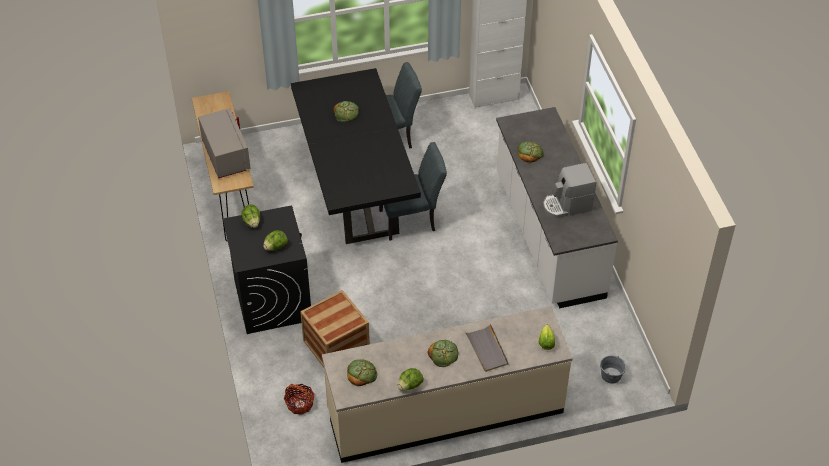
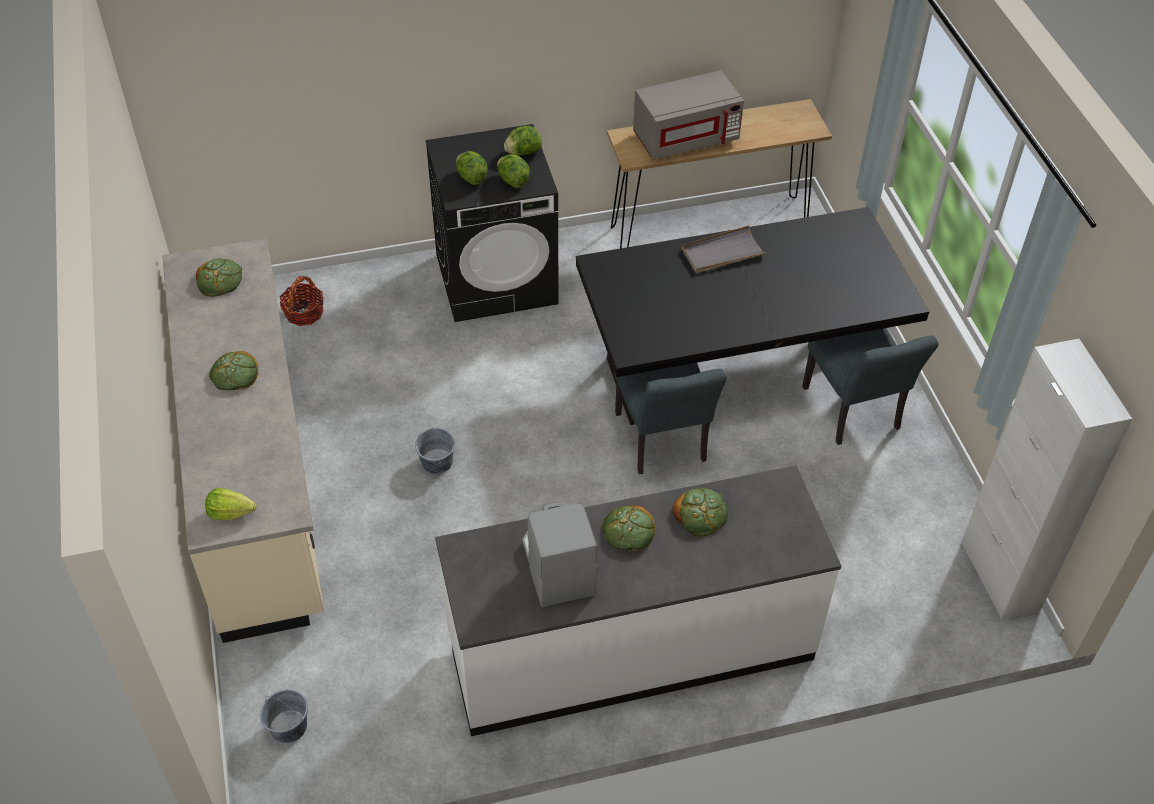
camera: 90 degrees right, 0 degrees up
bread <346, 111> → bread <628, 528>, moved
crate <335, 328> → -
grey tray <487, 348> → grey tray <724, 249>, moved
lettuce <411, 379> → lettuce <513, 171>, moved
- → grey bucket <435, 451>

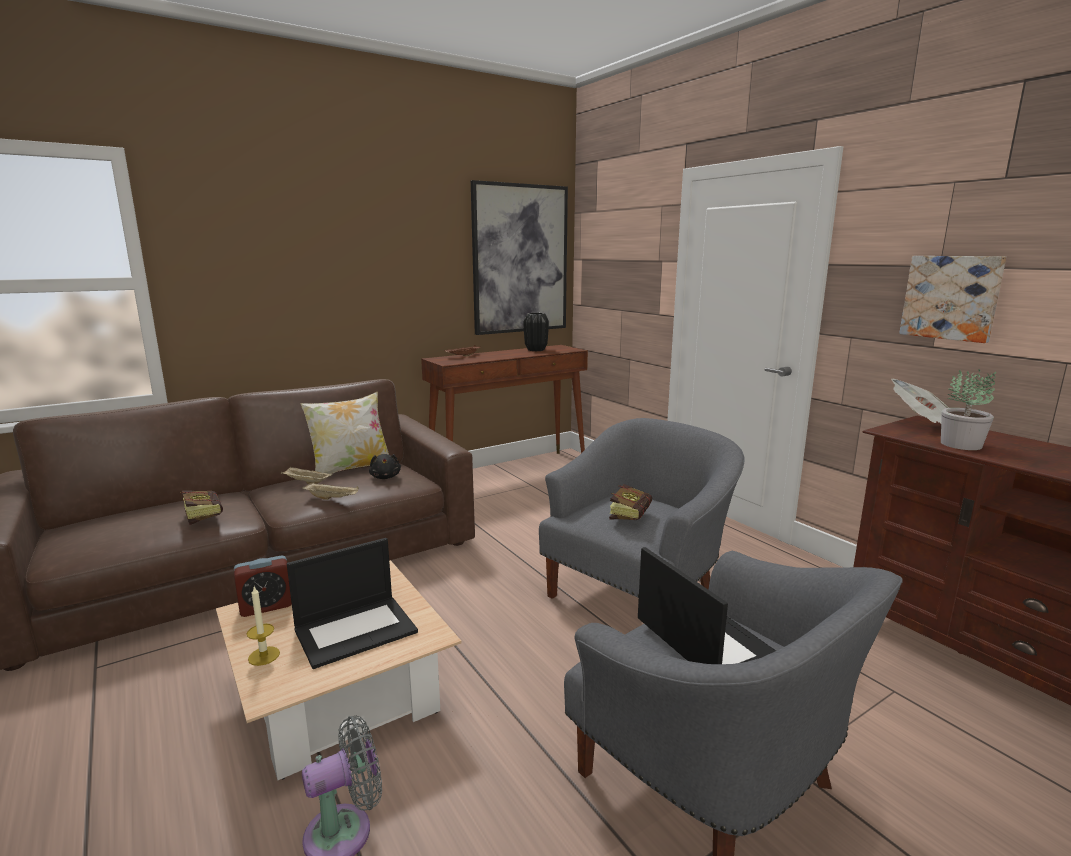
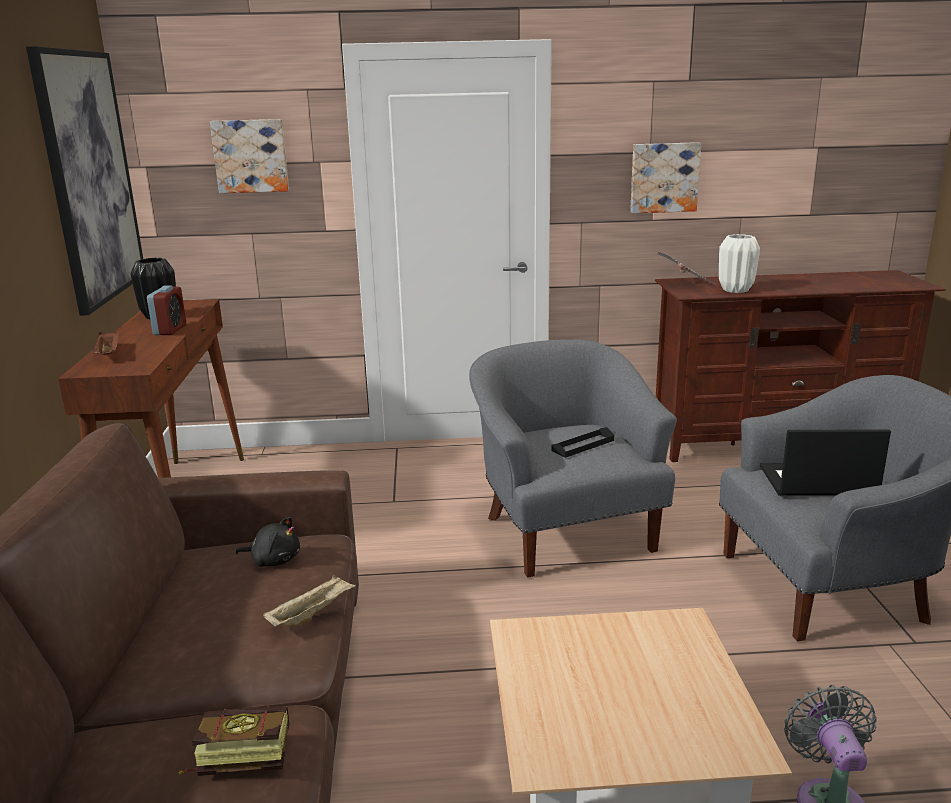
camera: 60 degrees left, 5 degrees up
potted plant <968, 409> → white vase <739, 263>
pillow <344, 433> → -
beige tray <307, 475> → -
book <630, 502> → black tray <582, 442>
laptop <352, 603> → -
alarm clock <263, 586> → alarm clock <166, 310>, moved
candle <263, 626> → -
- → picture <249, 156>

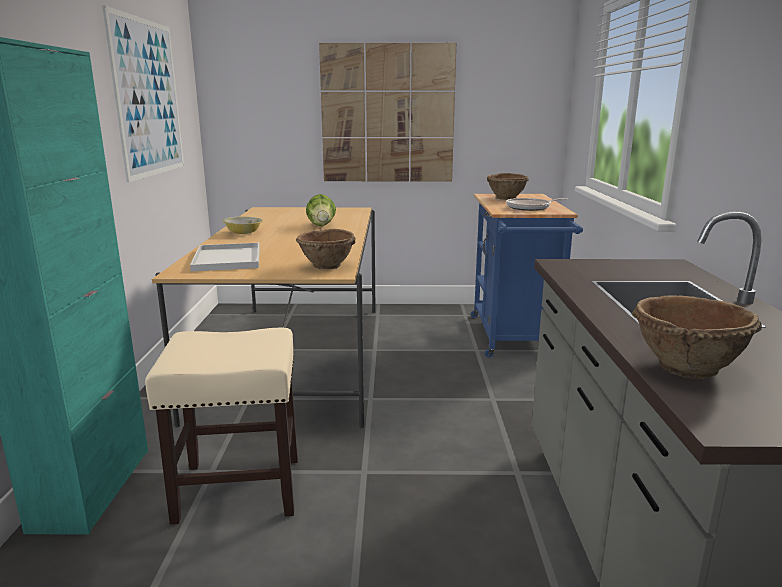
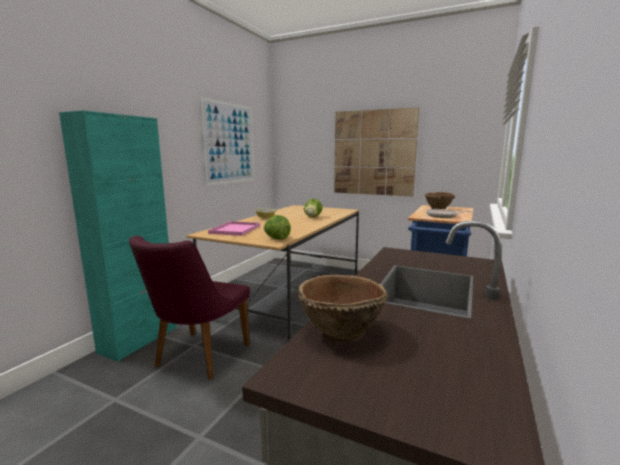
camera: 25 degrees right, 5 degrees down
brown bowl <326, 249> → lettuce <277, 227>
white tray <225, 257> → pink tray <234, 228>
beige stool <221, 426> → purple chair <189, 308>

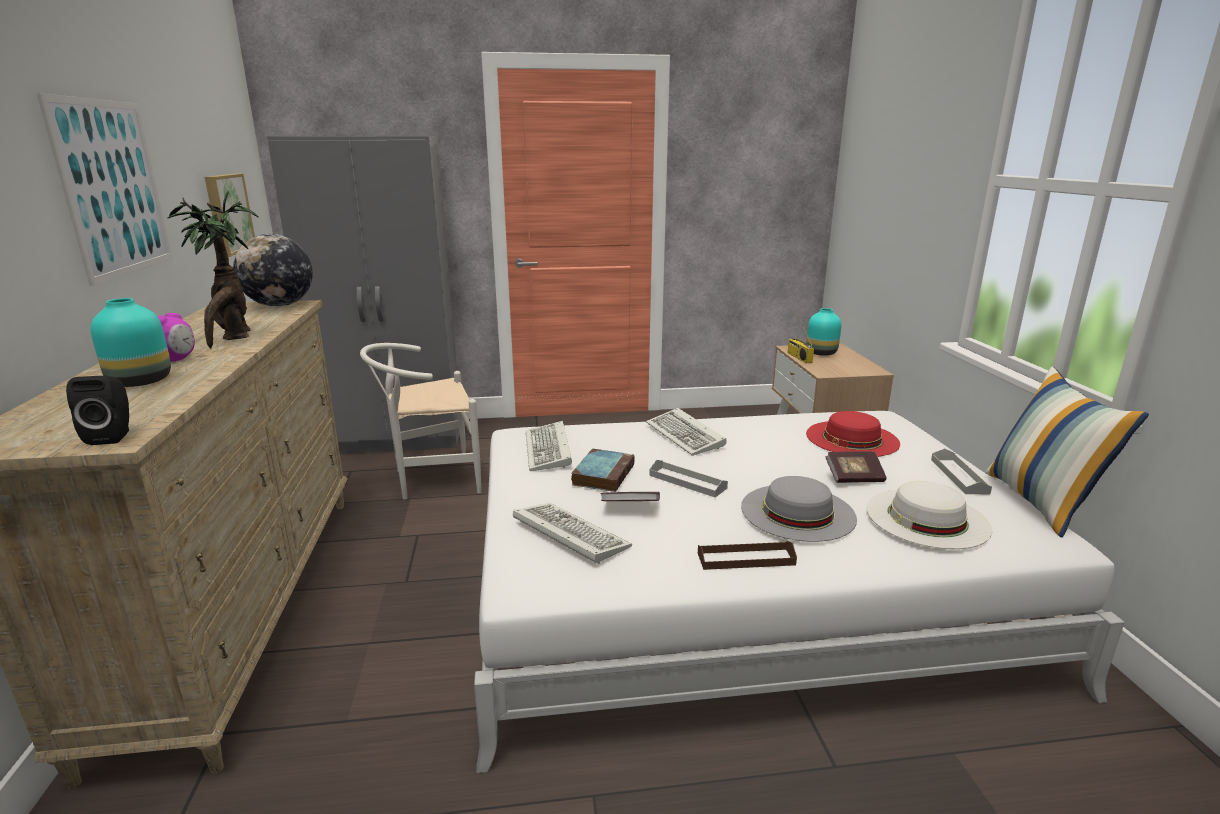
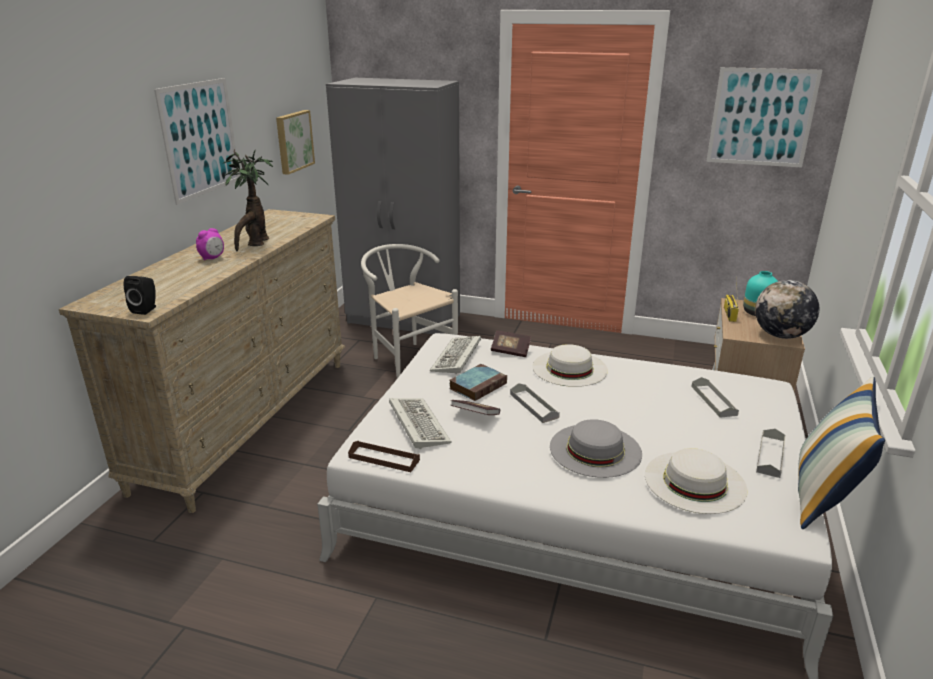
camera: 25 degrees right, 5 degrees up
globe <273, 270> → globe <787, 309>, moved
turquoise vase <130, 342> → -
white chair <420, 421> → white chair <409, 311>, 45 degrees clockwise
keyboard <686, 432> → white hat <570, 365>
red hat <853, 434> → grey tray <715, 397>
book <856, 467> → book <511, 344>, moved
brown tray <747, 555> → brown tray <384, 456>, moved
- → picture <764, 117>

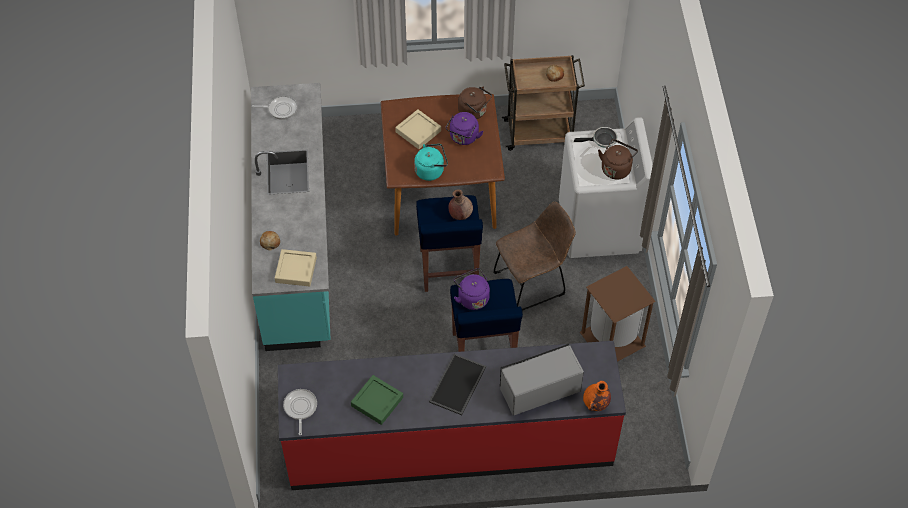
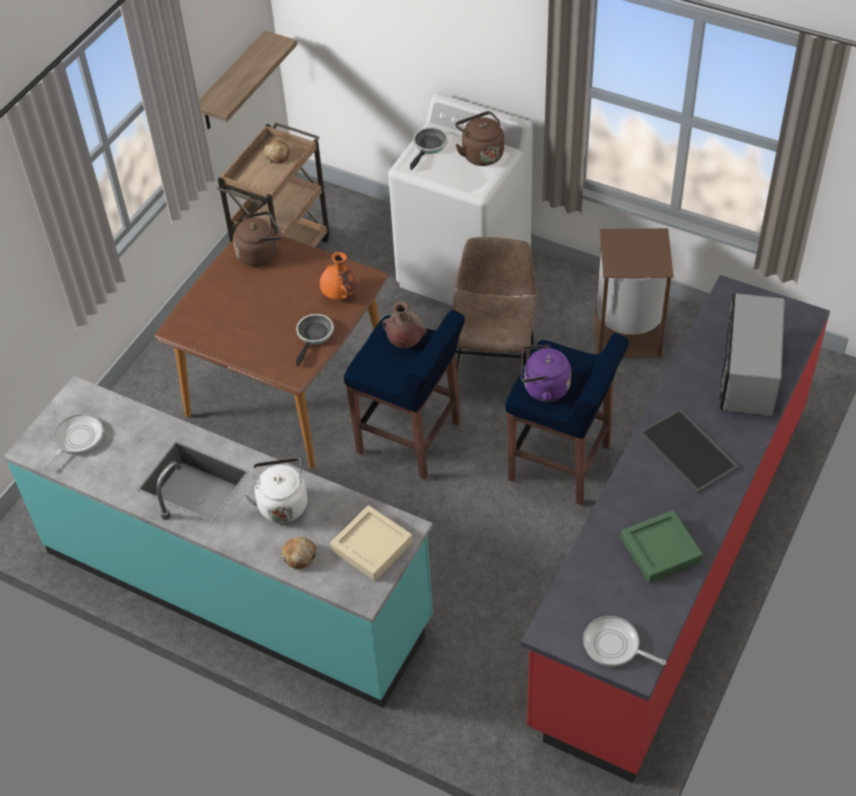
camera: 55 degrees left, 5 degrees down
beige tray <418, 129> → -
purple kettle <465, 128> → -
turquoise kettle <431, 162> → frying pan <315, 340>
orange vase <597, 396> → orange vase <338, 276>, moved
- → shelf <248, 80>
- → white kettle <275, 490>

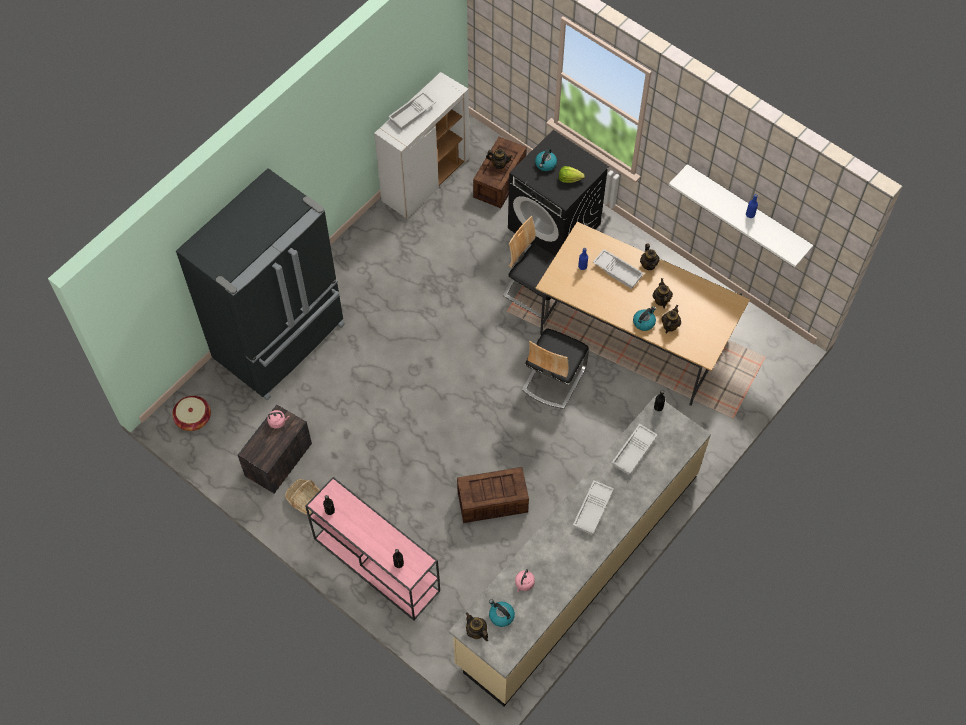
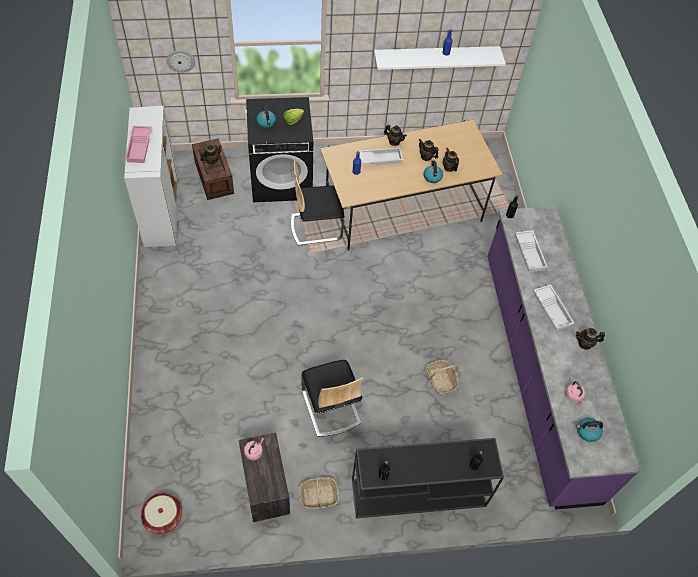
camera: 50 degrees left, 5 degrees down
white tray <412, 111> → pink tray <138, 144>
black fridge <260, 284> → -
chair <555, 369> → chair <332, 398>, moved
beige counter <580, 550> → purple counter <564, 358>
crate <493, 495> → basket <442, 377>
pink console table <372, 549> → black console table <428, 478>
teapot <477, 626> → teapot <590, 339>, moved
- → wall clock <180, 61>

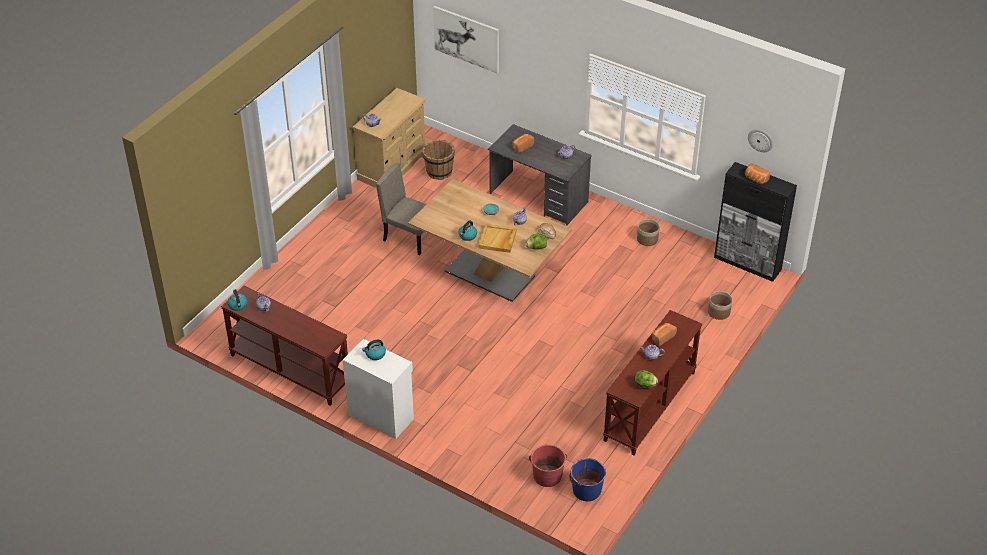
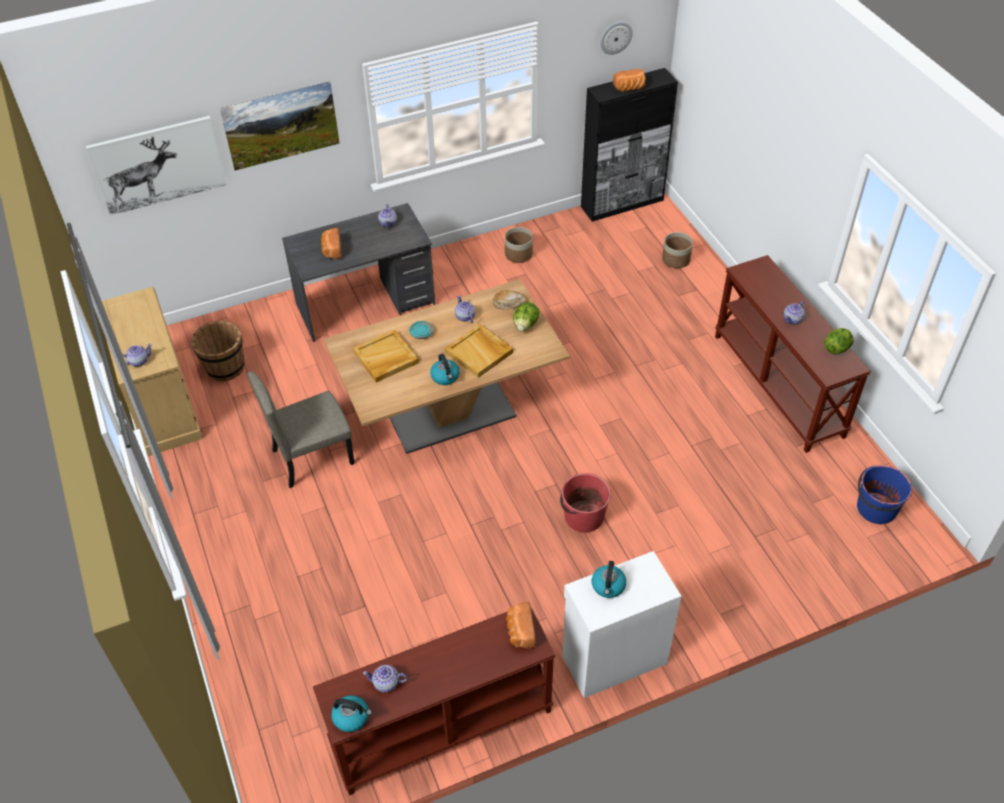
camera: 55 degrees left, 5 degrees up
bread <664, 334> → bread <521, 625>, moved
red bucket <548, 465> → red bucket <585, 502>, moved
- → picture <280, 126>
- → beige tray <386, 356>

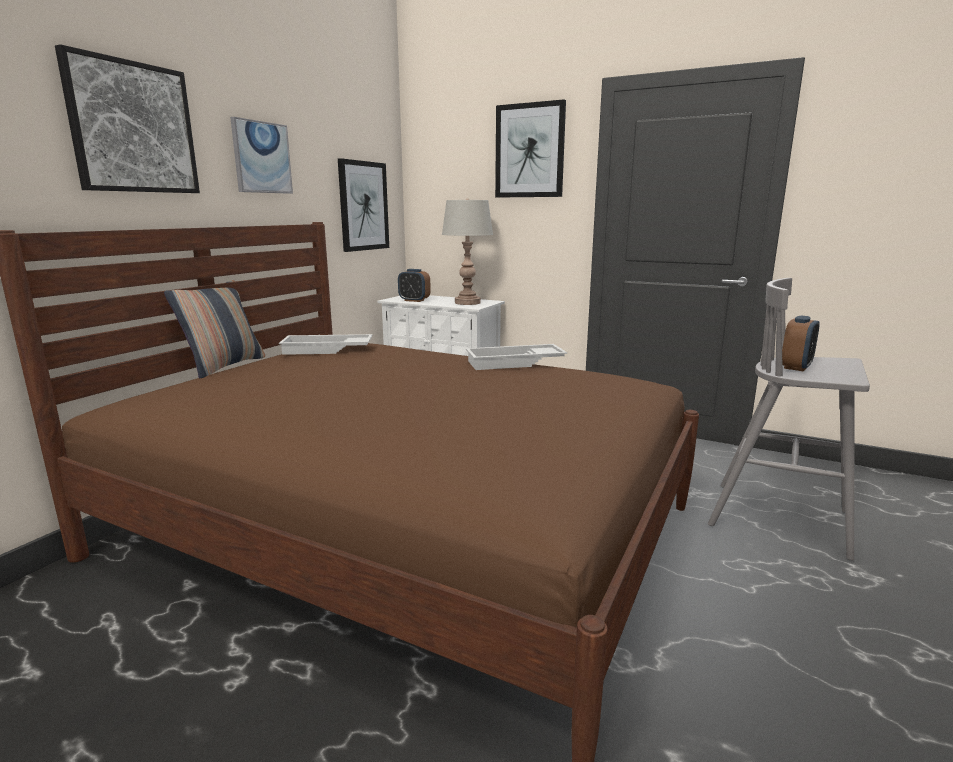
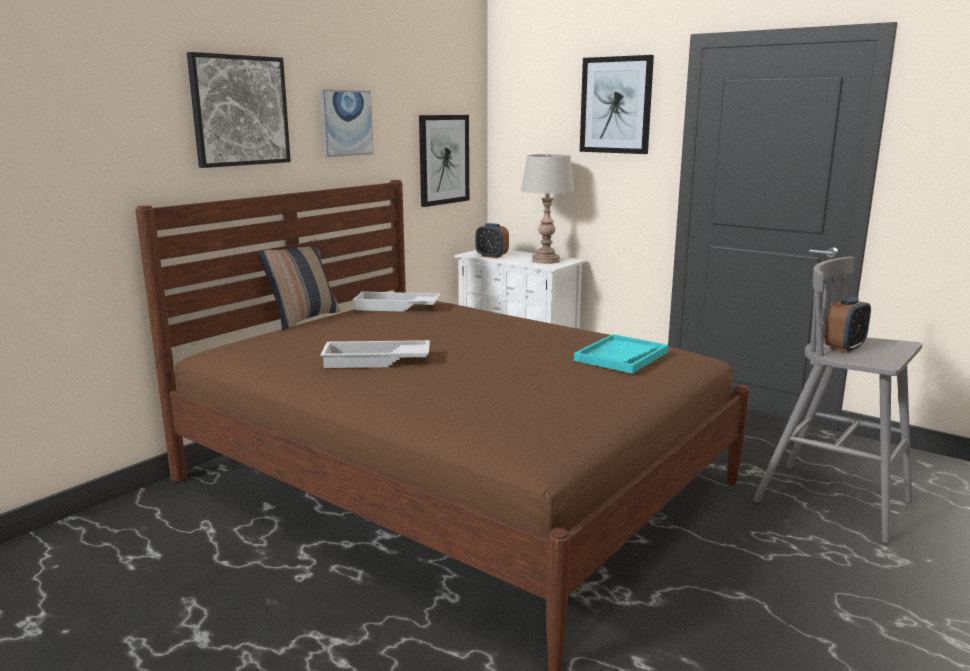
camera: 10 degrees right, 0 degrees up
white tray <516, 357> → white tray <375, 354>, moved
- → turquoise tray <621, 354>

